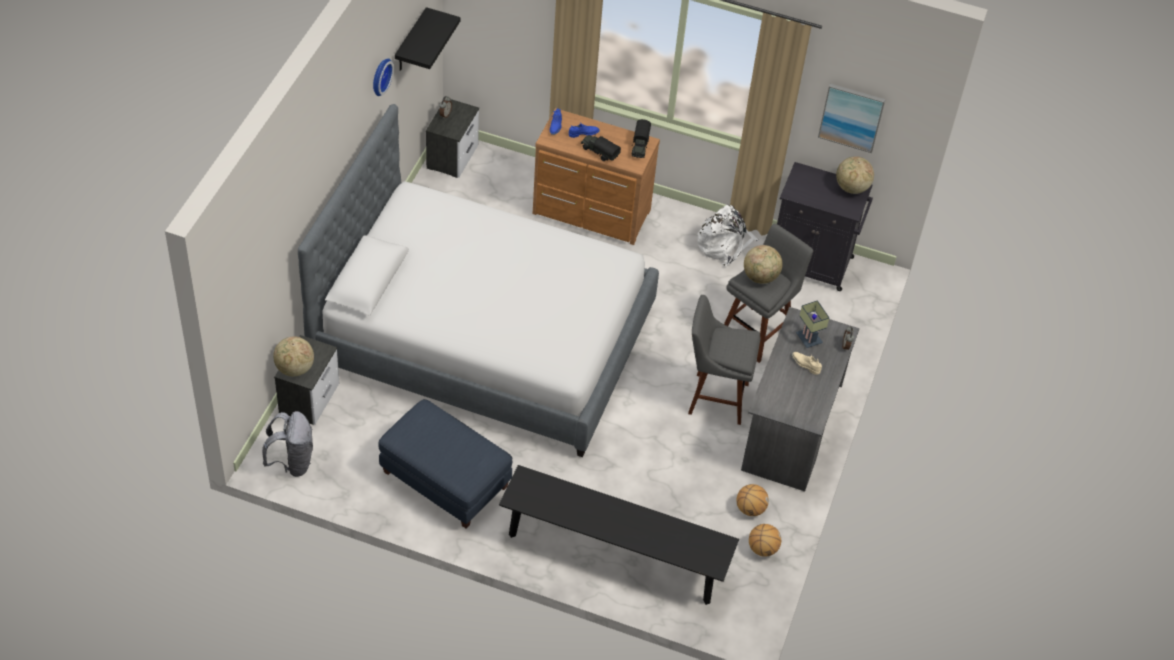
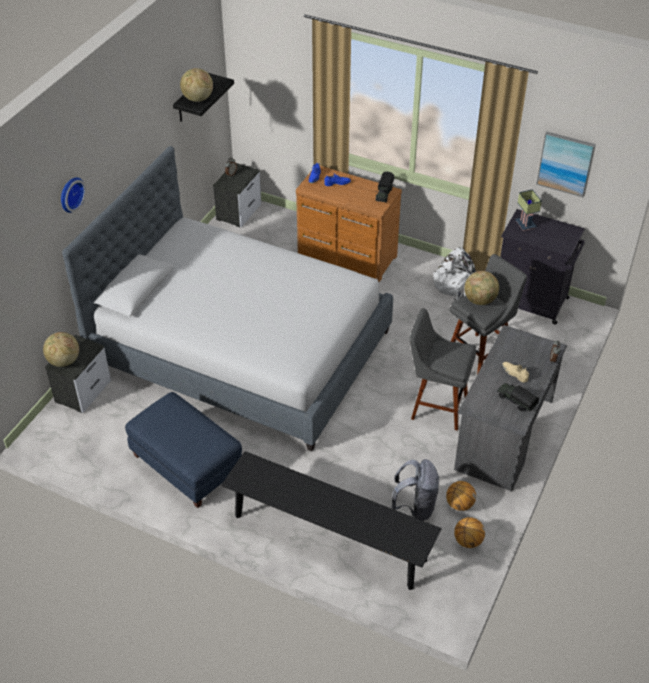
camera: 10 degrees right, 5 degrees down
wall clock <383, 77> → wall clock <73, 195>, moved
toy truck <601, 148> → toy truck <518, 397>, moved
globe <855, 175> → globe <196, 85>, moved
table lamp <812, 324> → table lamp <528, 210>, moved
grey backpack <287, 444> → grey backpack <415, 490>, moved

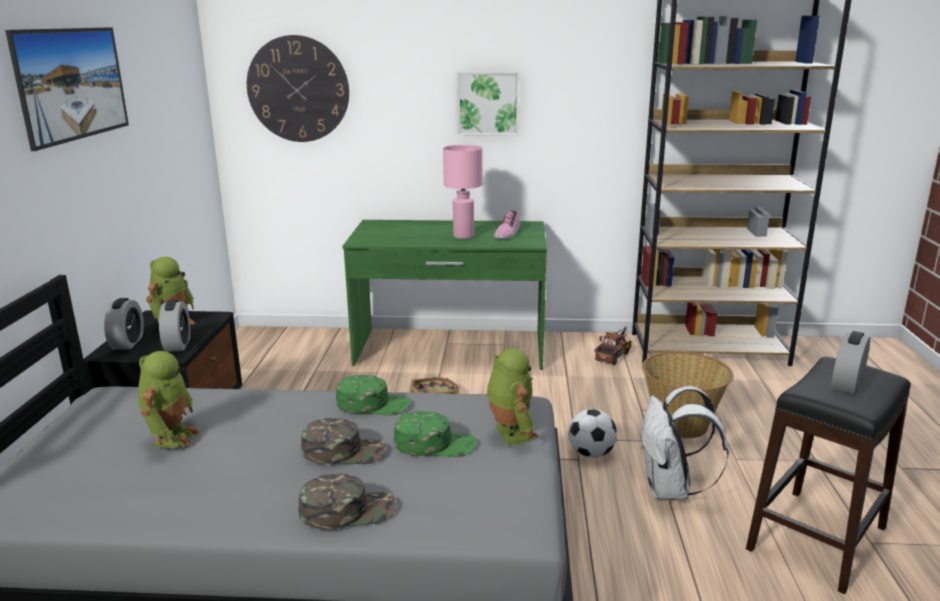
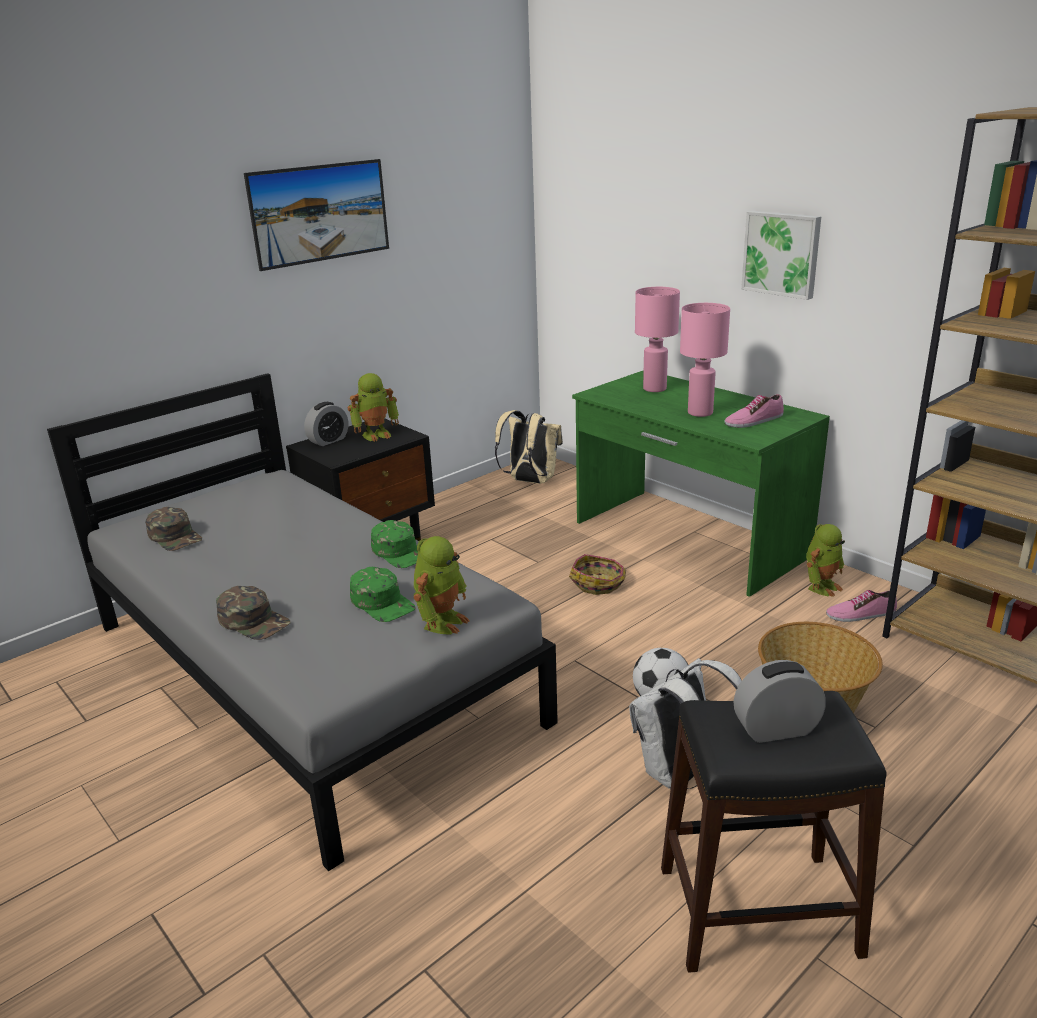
camera: 45 degrees right, 5 degrees up
wall clock <298, 88> → -
alarm clock <174, 326> → -
toy truck <612, 346> → shoe <861, 606>
toy robot <169, 399> → toy robot <825, 560>, moved
green cap <343, 441> → green cap <173, 529>, moved
- → pink table lamp <657, 339>
- → beige backpack <529, 447>

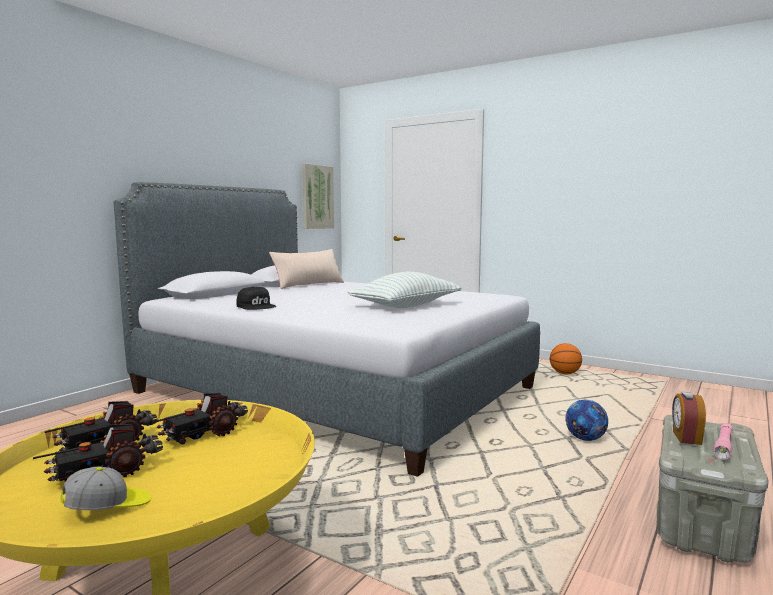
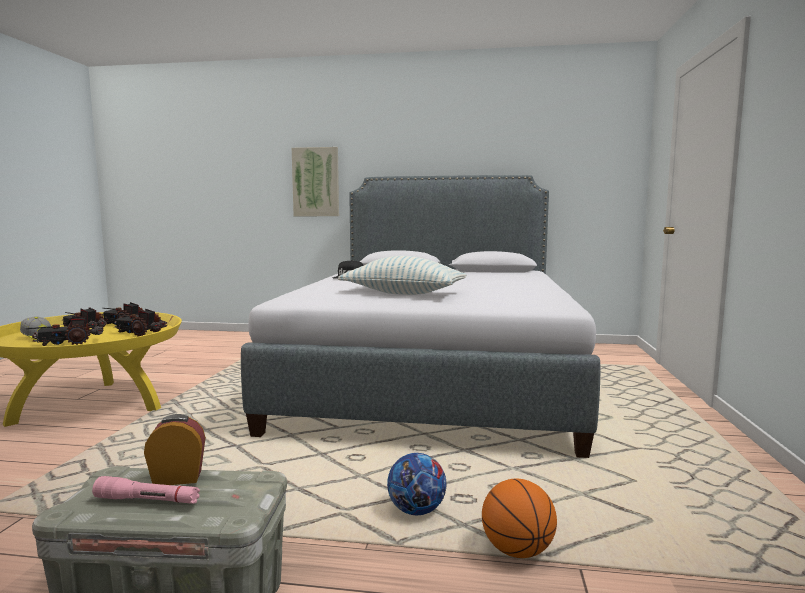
camera: 65 degrees right, 0 degrees up
picture <318, 196> → picture <315, 181>, moved
beige pillow <306, 269> → -
basketball <566, 358> → basketball <519, 518>, moved
- → toy truck <64, 331>

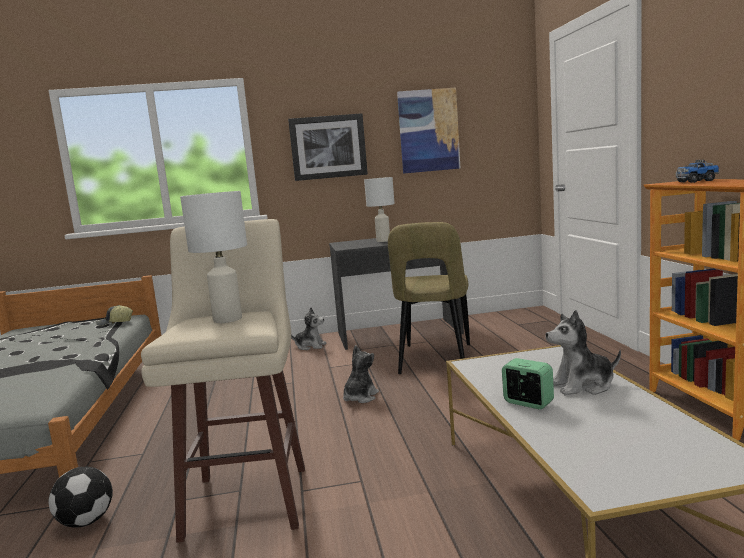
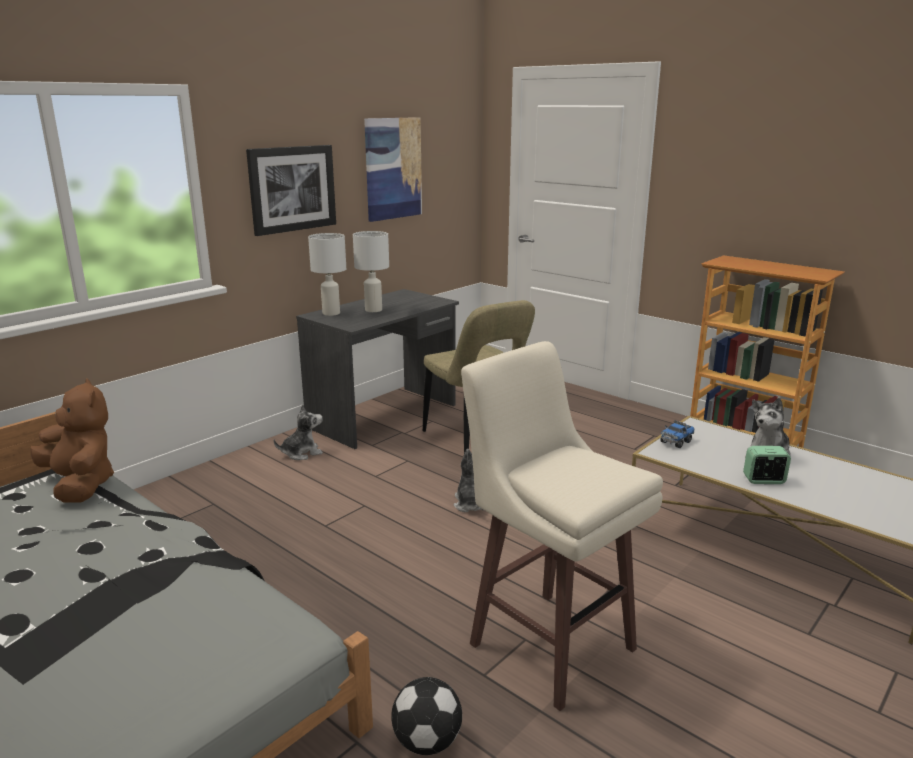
camera: 40 degrees left, 10 degrees up
toy truck <697, 171> → toy truck <677, 434>, moved
white table lamp <213, 257> → white table lamp <327, 274>, moved
cap <114, 315> → brown plush toy <72, 440>

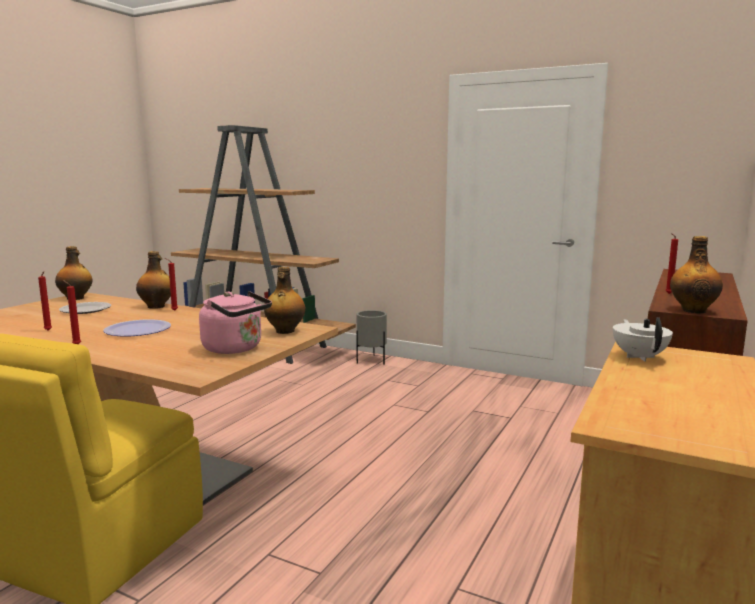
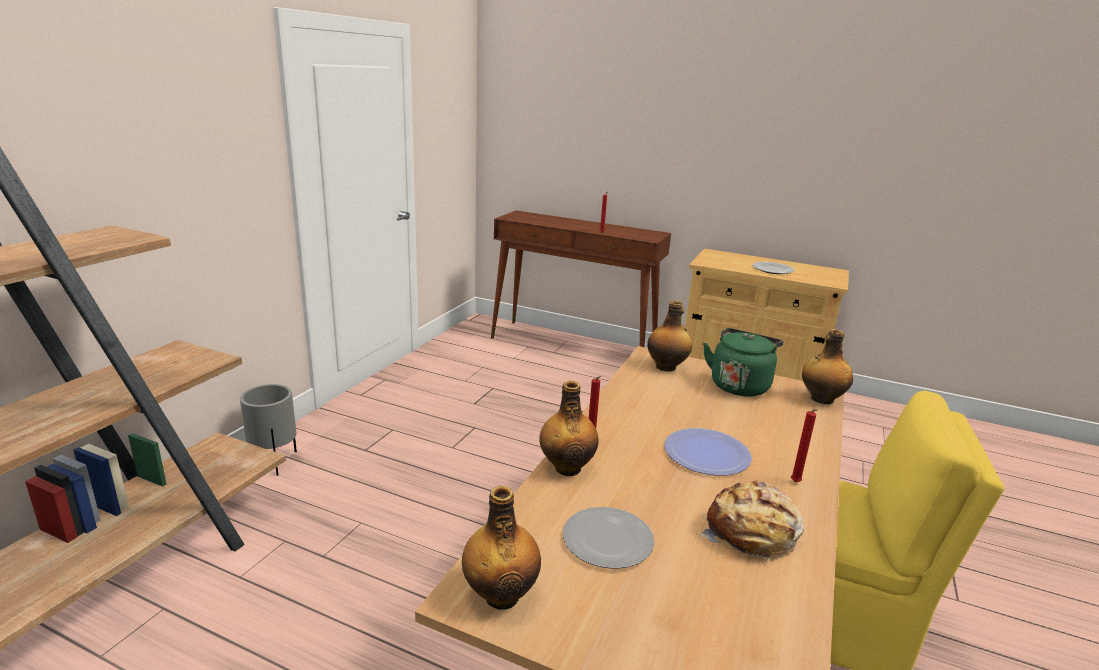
camera: 95 degrees left, 10 degrees up
bottle <696, 274> → bottle <827, 366>, moved
red candle <45, 301> → bread <752, 520>
pink kettle <235, 322> → green kettle <743, 362>
white teapot <643, 340> → -
- → plate <773, 268>

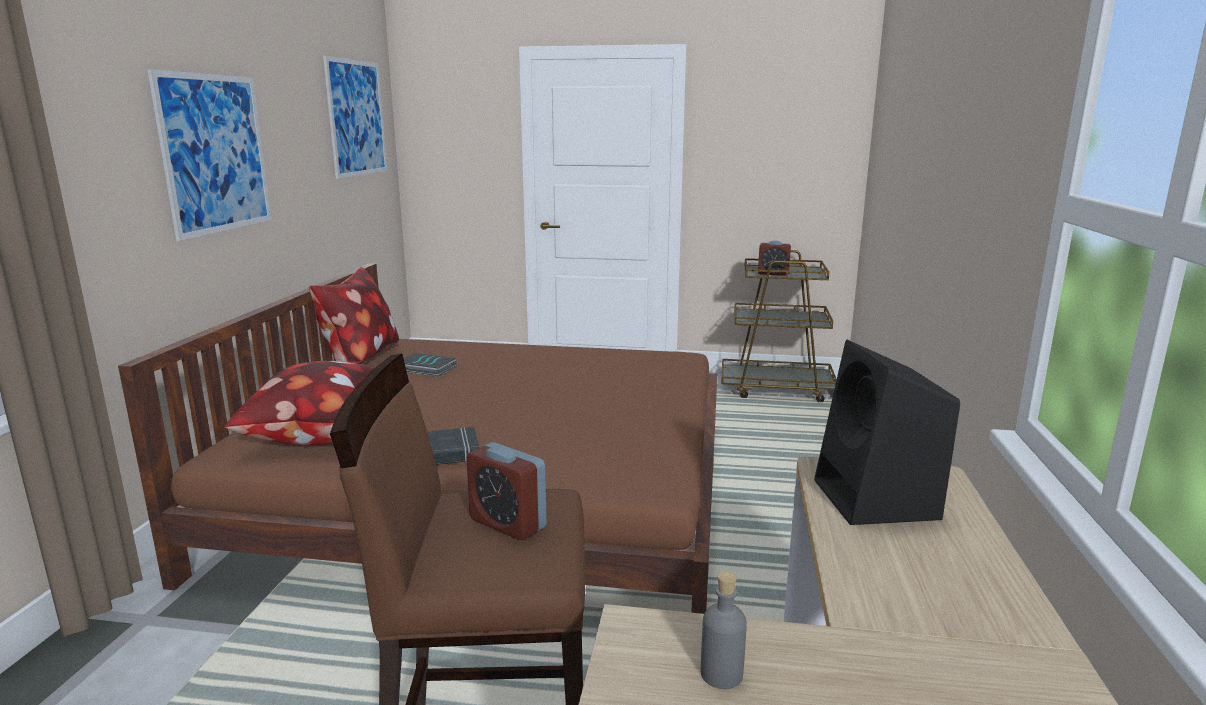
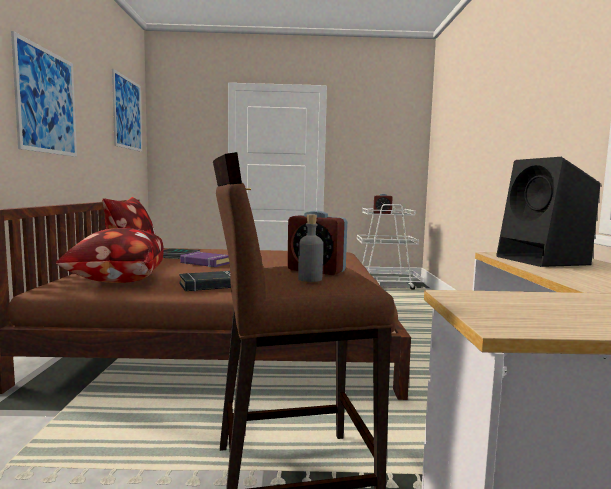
camera: 10 degrees left, 10 degrees down
brown cart <779, 326> → white cart <390, 246>
grey bottle <724, 630> → grey bottle <310, 248>, moved
- → purple book <205, 259>

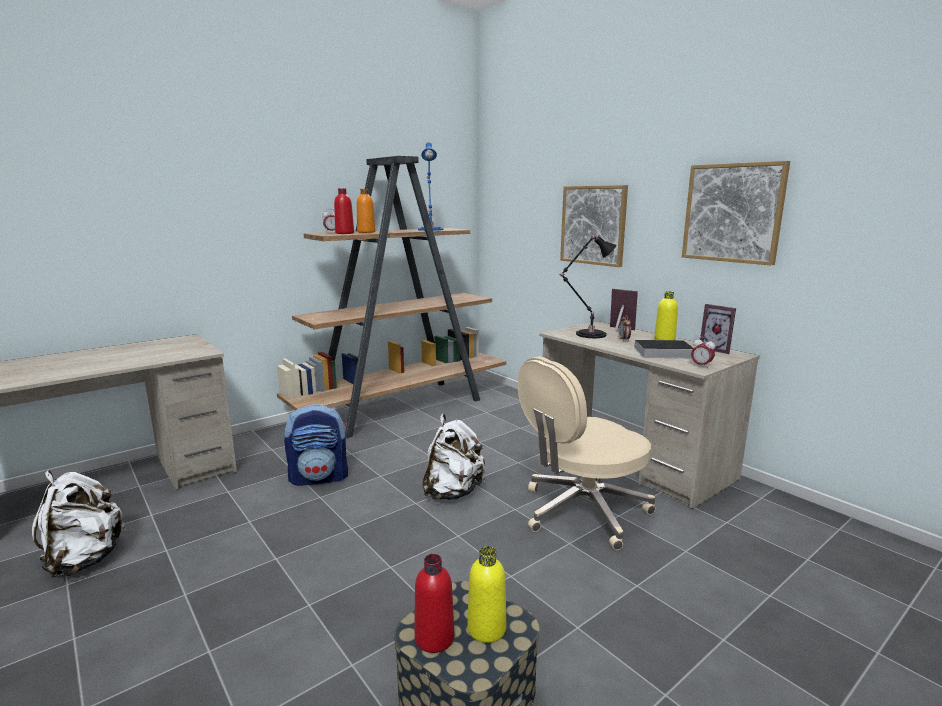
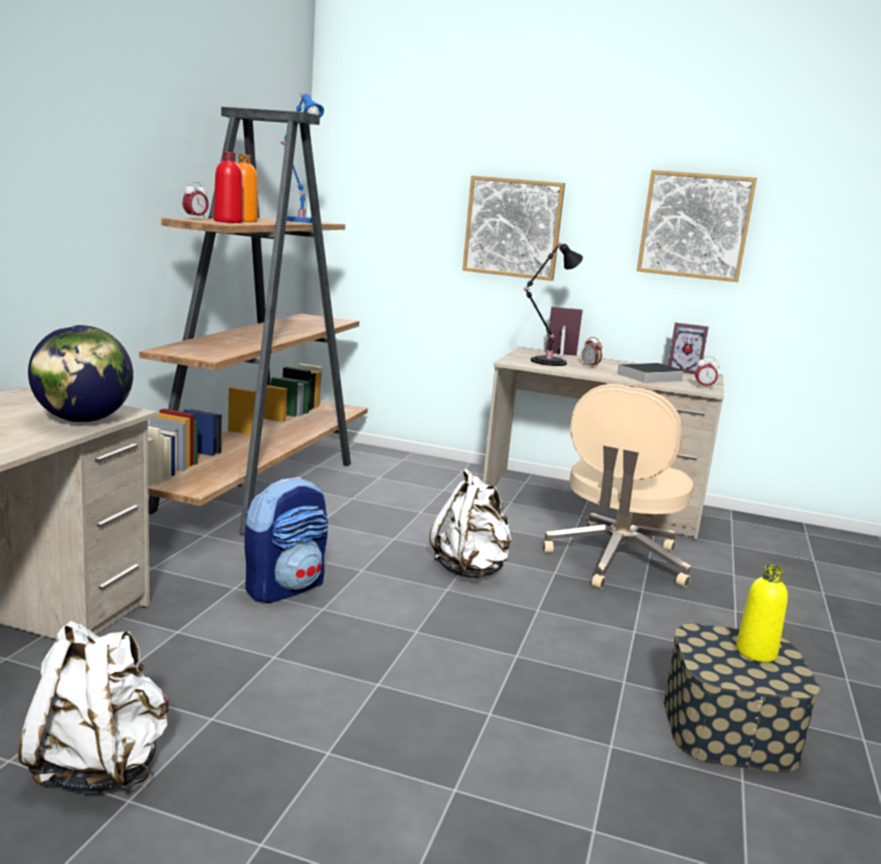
camera: 35 degrees left, 0 degrees up
yellow bottle <666, 315> → -
red bottle <434, 603> → -
- → globe <80, 374>

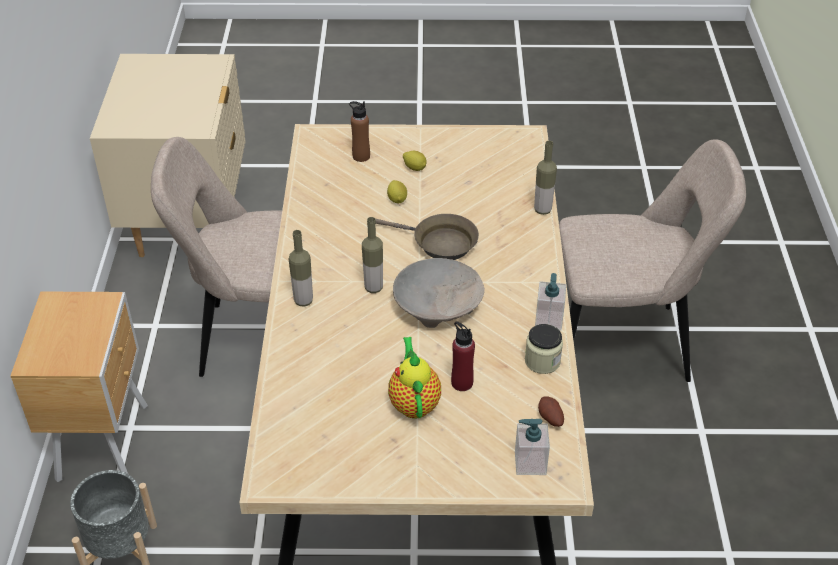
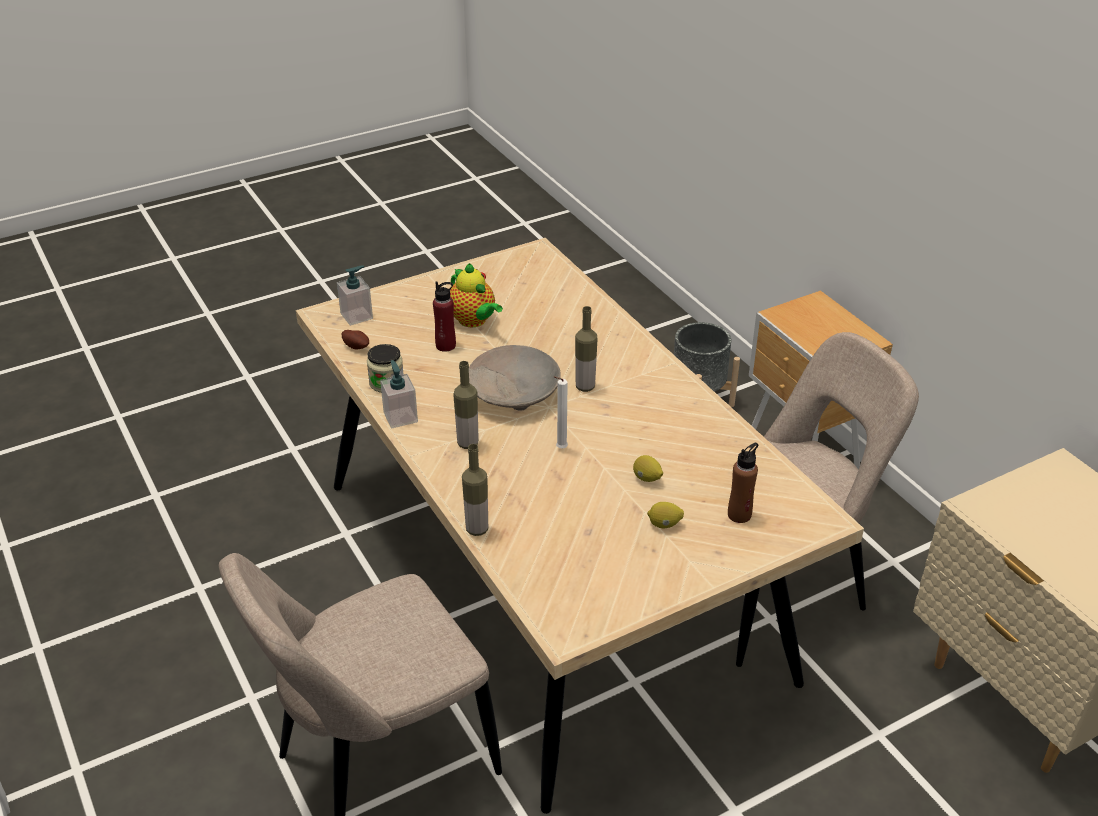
camera: 150 degrees right, 5 degrees down
brown frying pan <427, 237> → white candle <561, 412>
bottle <301, 268> → bottle <466, 405>, moved

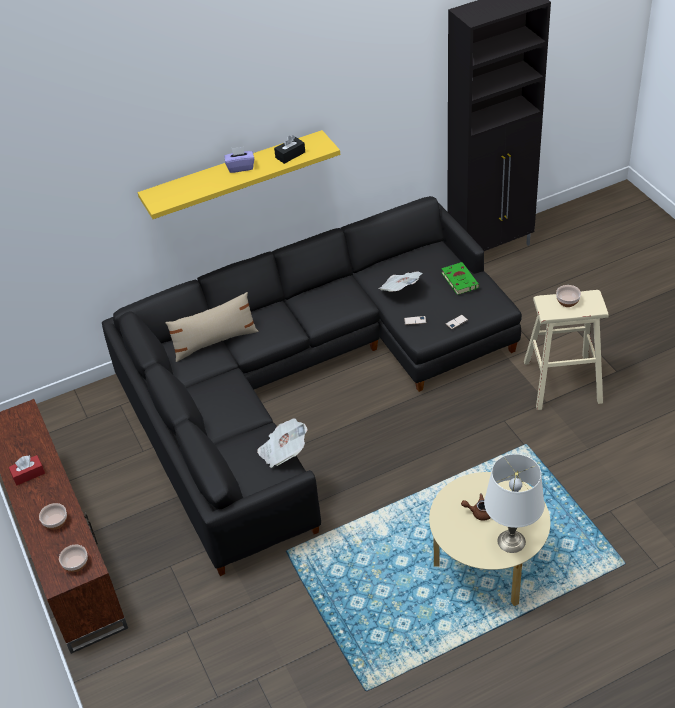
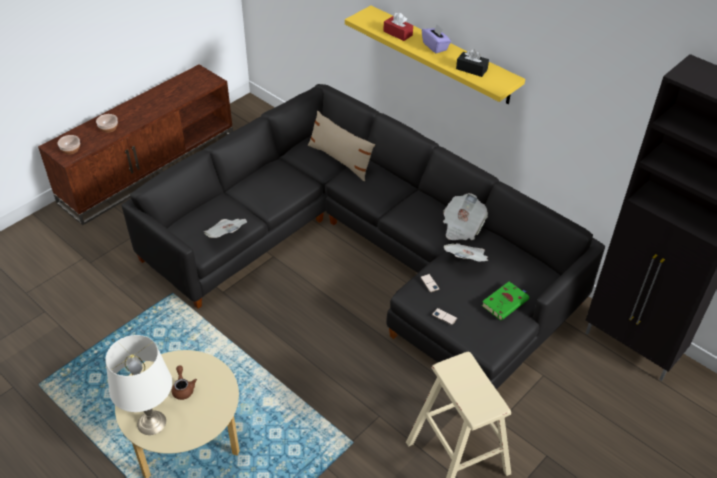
camera: 65 degrees right, 0 degrees up
bowl <568, 296> → -
red tissue box <27, 470> → red tissue box <398, 26>, moved
- → newspaper <465, 216>

